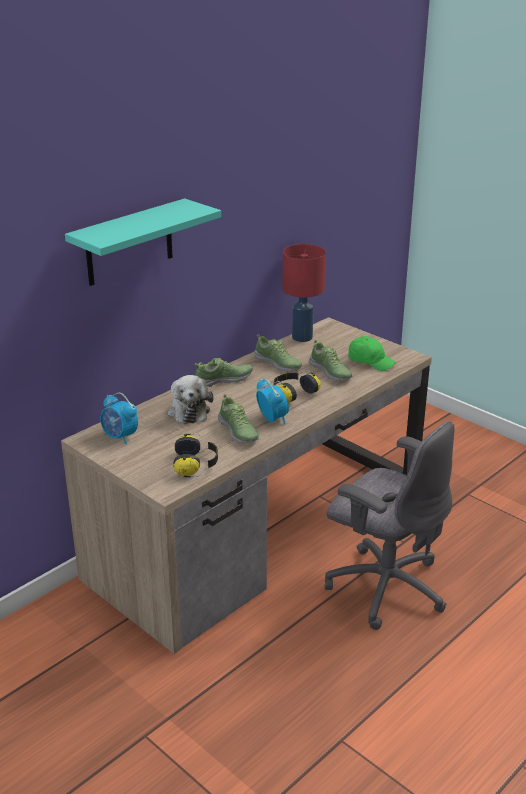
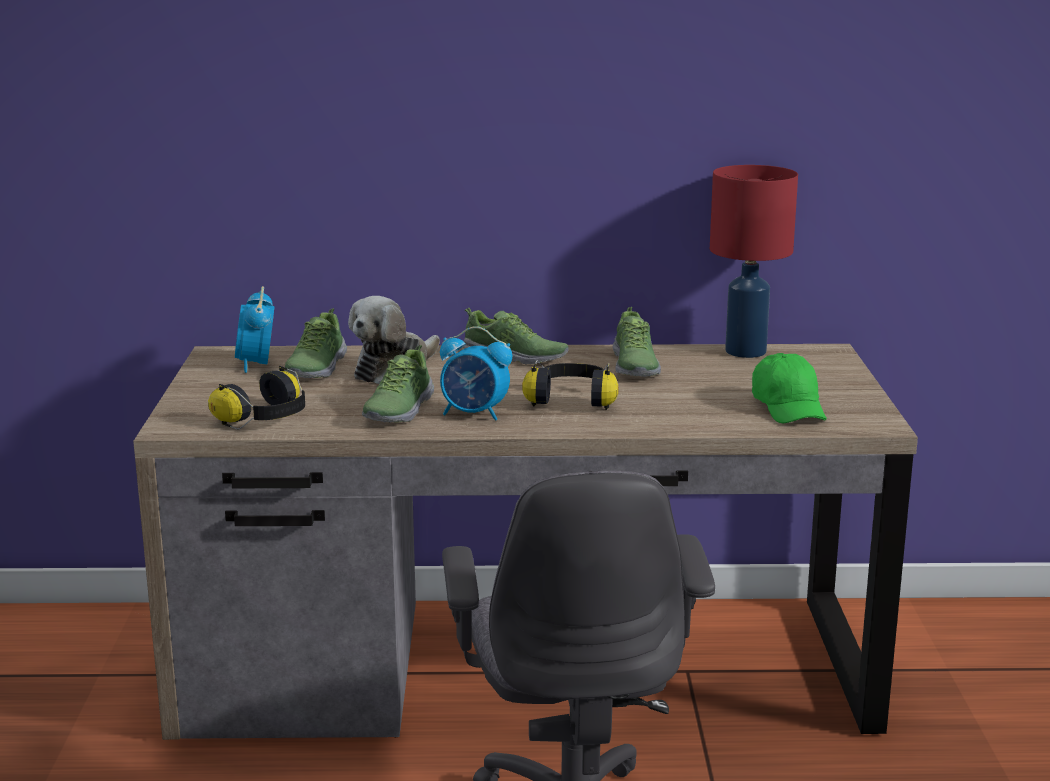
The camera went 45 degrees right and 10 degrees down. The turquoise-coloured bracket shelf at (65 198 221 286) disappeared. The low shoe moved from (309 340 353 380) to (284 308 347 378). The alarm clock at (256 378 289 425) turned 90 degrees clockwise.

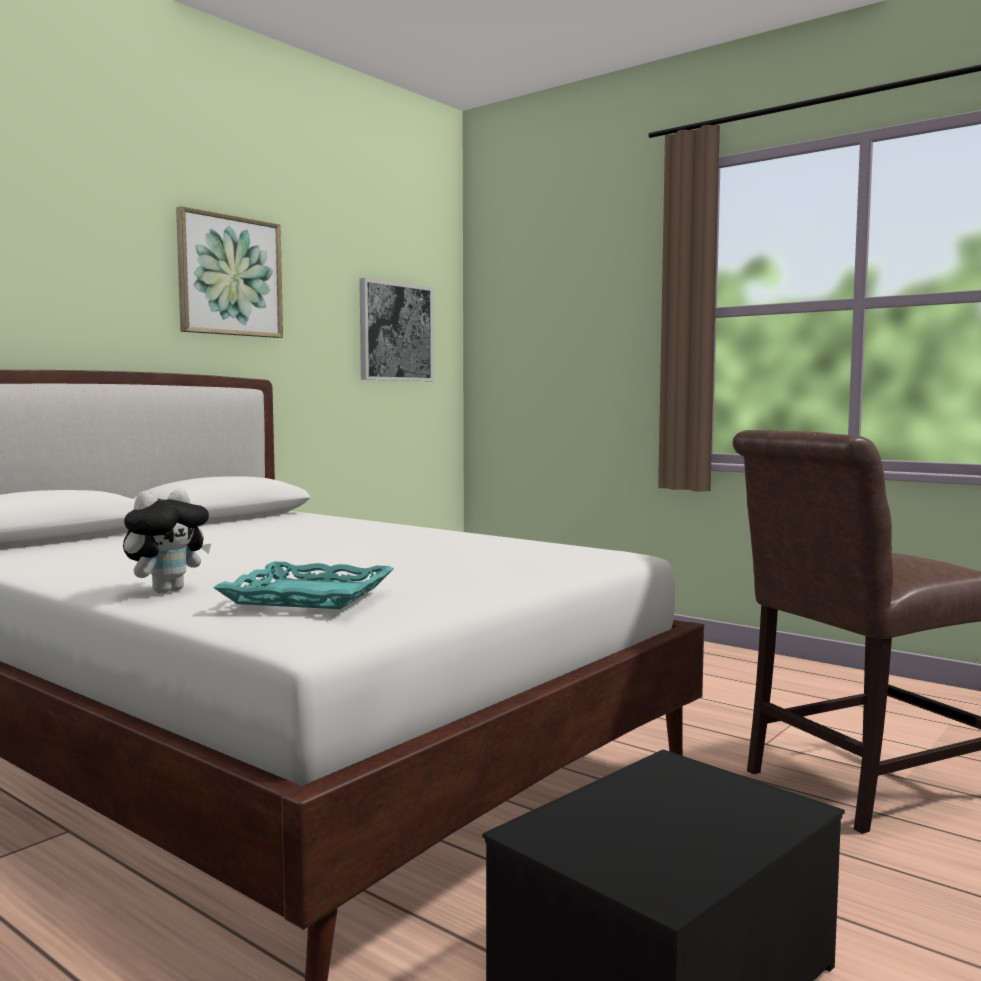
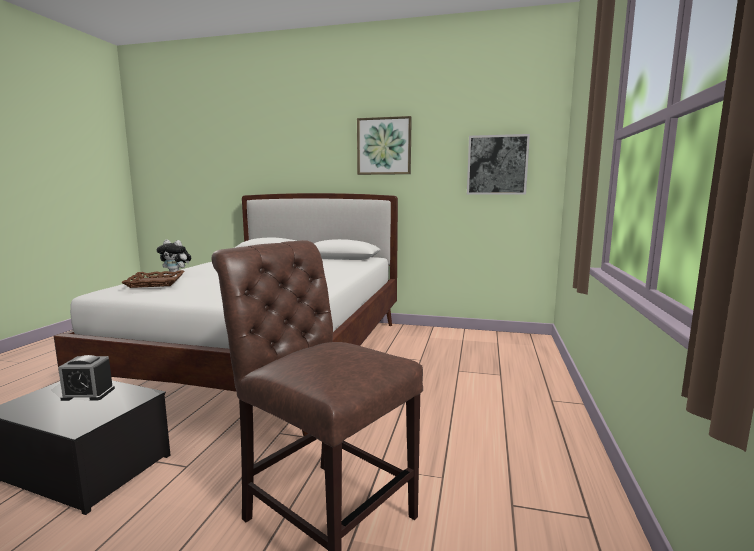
The camera went 65 degrees right and 5 degrees up. The alarm clock at (58 355 115 401) appeared. The turquoise-coloured serving tray at (213 561 394 609) became the brown serving tray at (121 270 185 288).

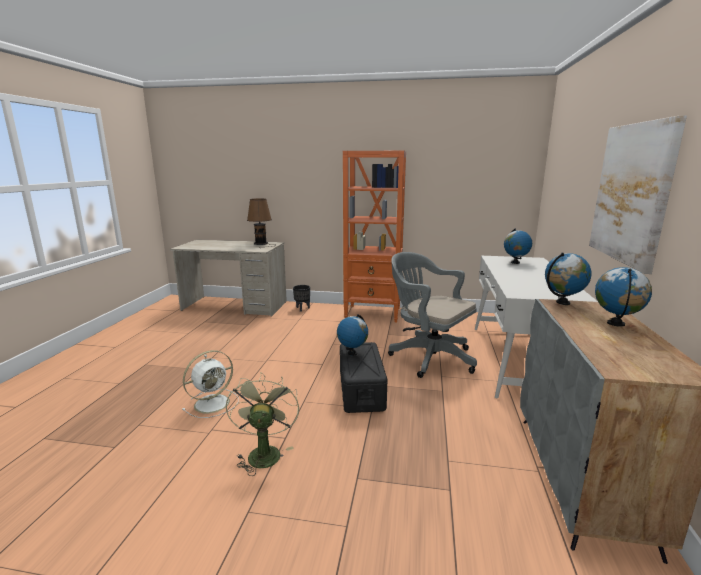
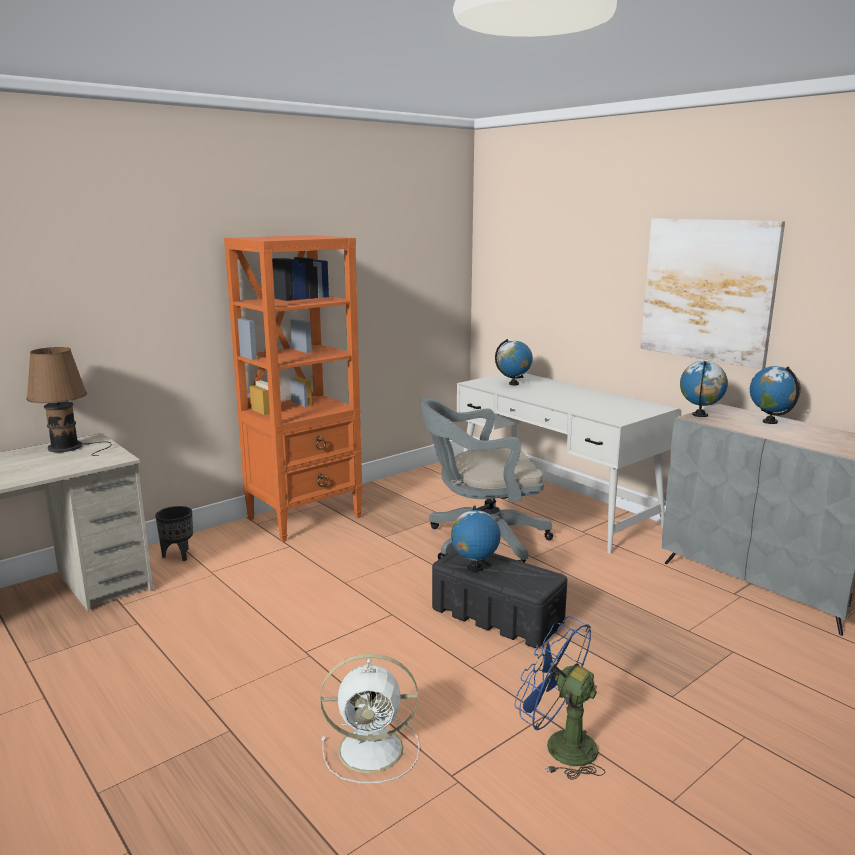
The camera went 50 degrees left and 0 degrees up. The green-coloured cooling fan at (226 372 299 476) became the blue-coloured cooling fan at (515 616 606 780). The white-coloured cooling fan at (182 350 238 418) turned 90 degrees clockwise.

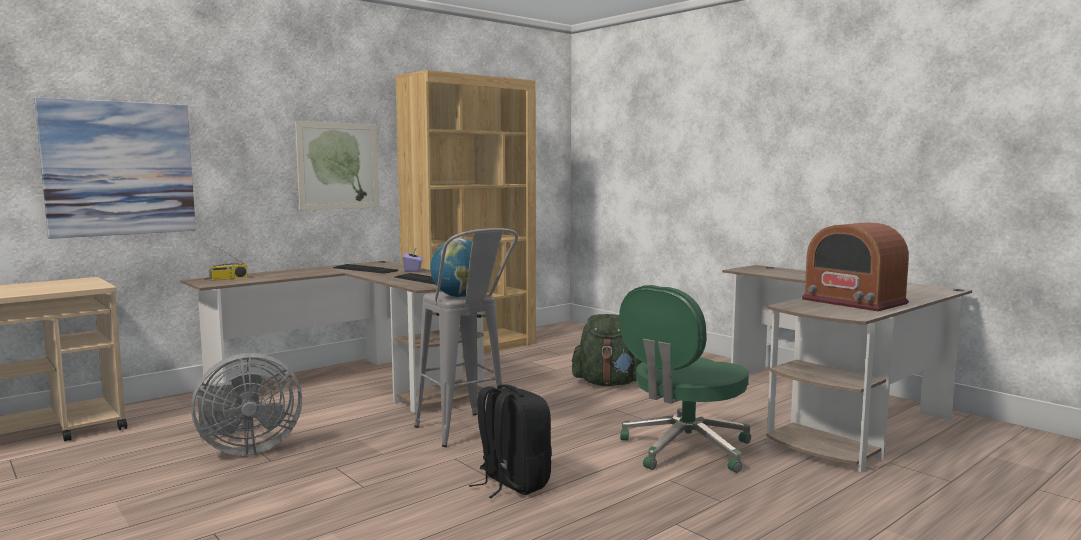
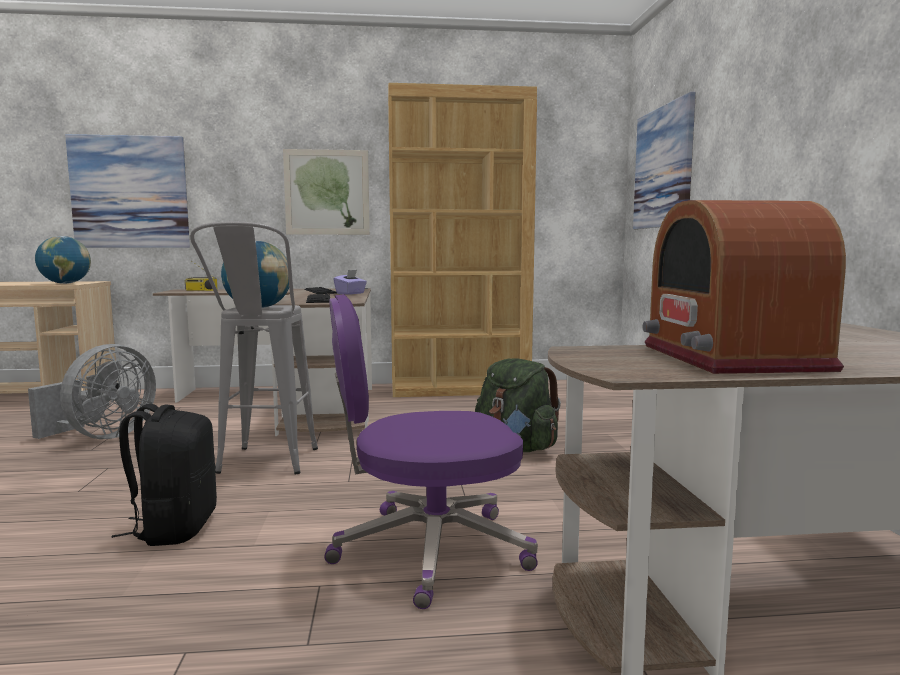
The camera went 35 degrees right and 0 degrees up. The globe at (35 236 91 284) appeared. The wall art at (633 92 696 229) appeared. The green-coloured office chair at (619 285 751 473) became the purple office chair at (324 294 538 609). The greyish cooling fan at (191 353 302 455) turned 75 degrees counterclockwise.

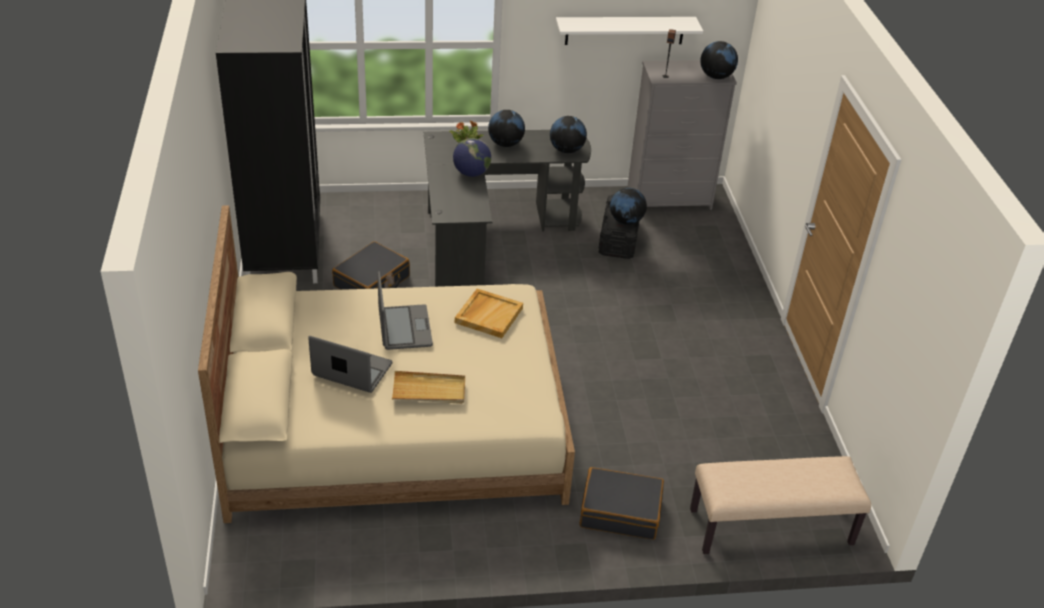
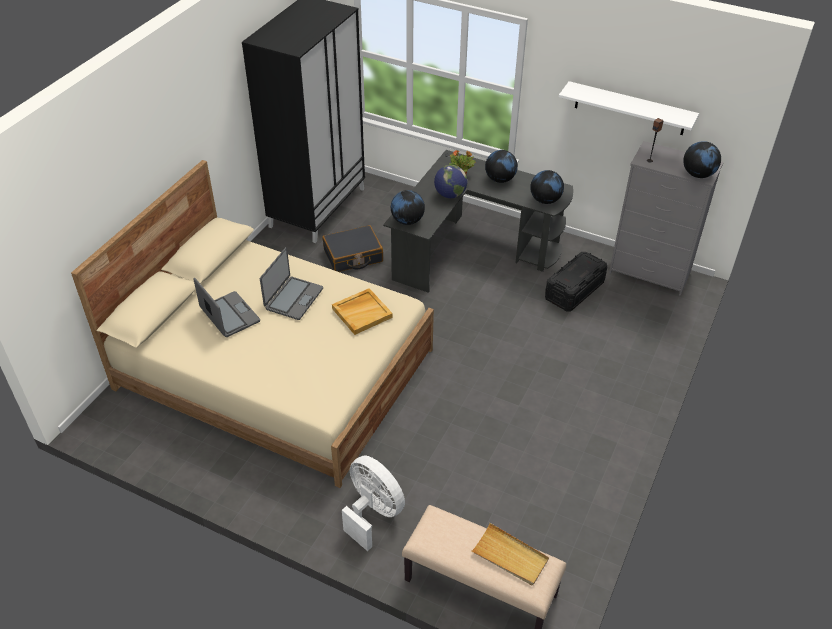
The camera went 35 degrees right and 5 degrees up. The beige-coloured serving tray moved from (392 371 465 404) to (471 523 549 585). The globe moved from (610 188 647 225) to (391 190 425 225). The black-coloured suitcase at (579 467 664 540) was replaced by the white-coloured cooling fan at (342 456 405 551).

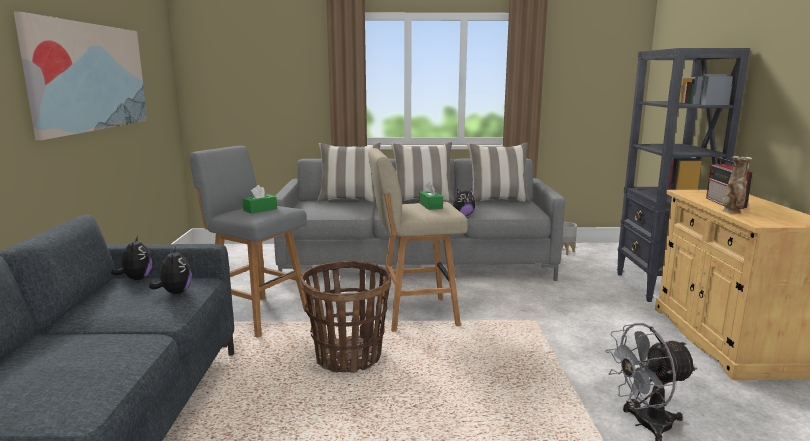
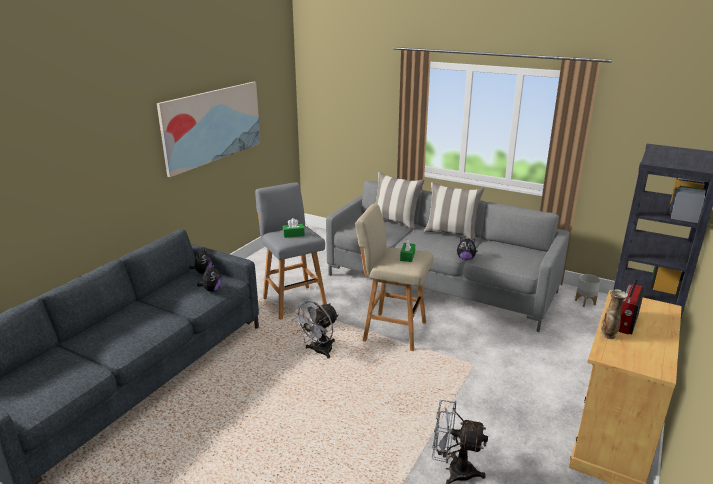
The camera went 30 degrees right and 10 degrees up. The cushion at (467 142 531 203) disappeared. The storage basket at (300 261 391 373) was replaced by the greyish cooling fan at (292 301 339 359).

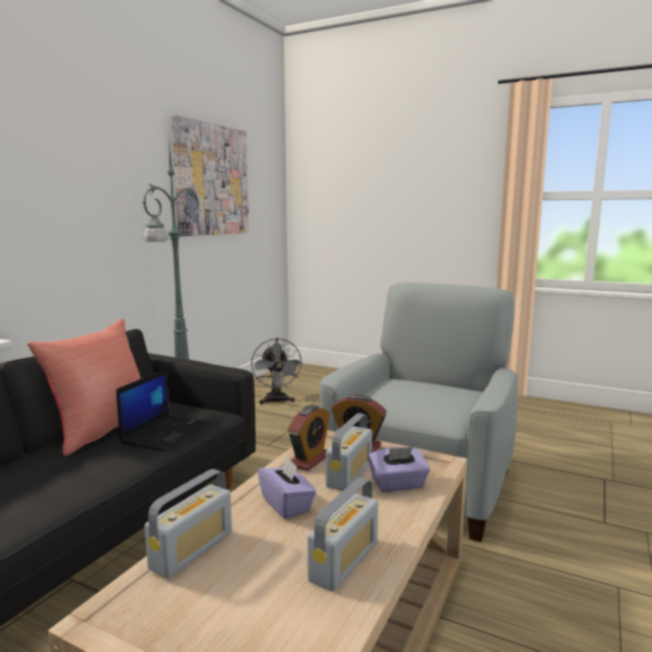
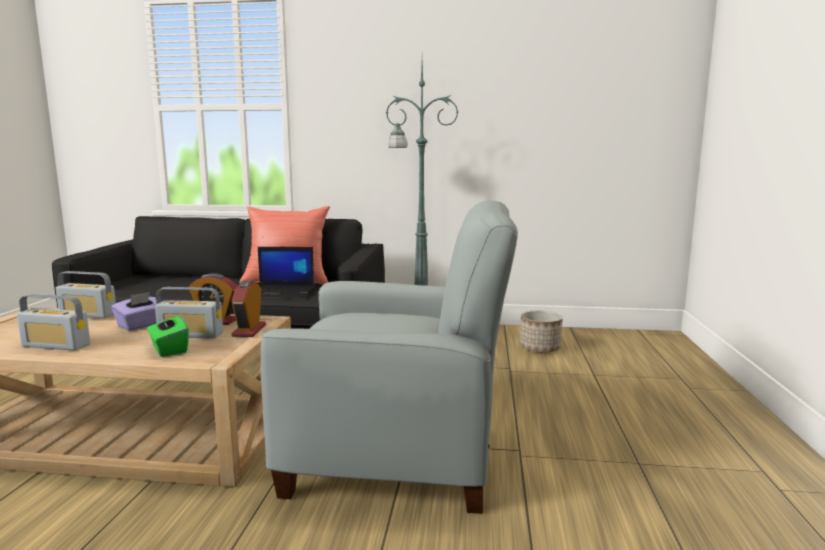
The camera went 70 degrees right and 0 degrees up. The wall art at (171 115 249 236) disappeared. The greyish cooling fan at (251 338 303 404) was replaced by the flower pot at (520 310 563 353). The purple tissue holder at (368 447 430 492) became the green-coloured tissue holder at (147 311 189 357).

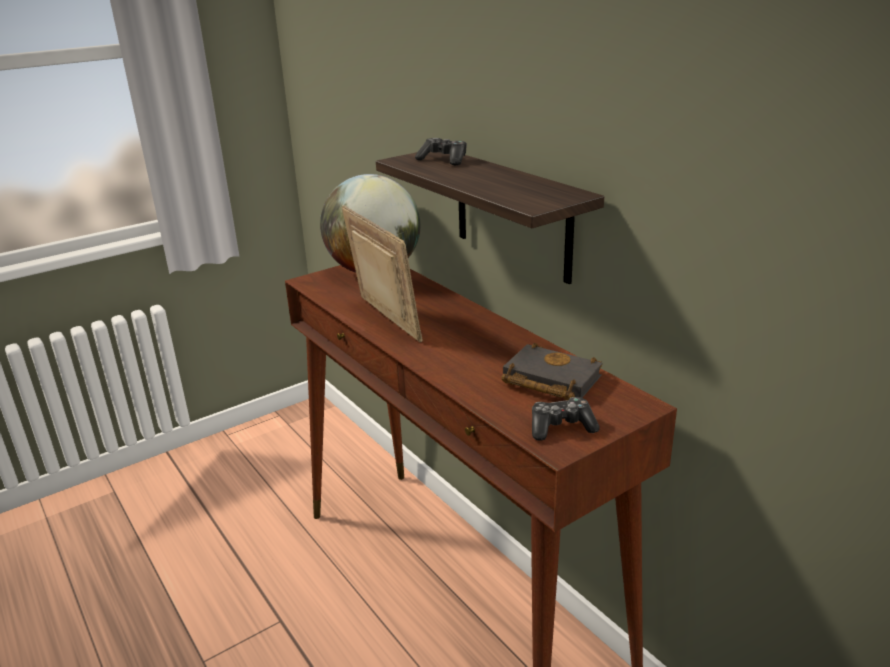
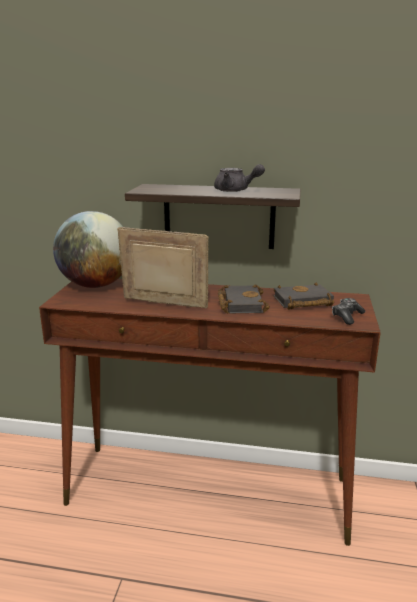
The camera went 45 degrees left and 5 degrees down. The joypad at (415 138 467 166) disappeared. The greyish pot for tea at (214 164 265 192) appeared. The black-coloured book at (218 284 270 314) appeared.

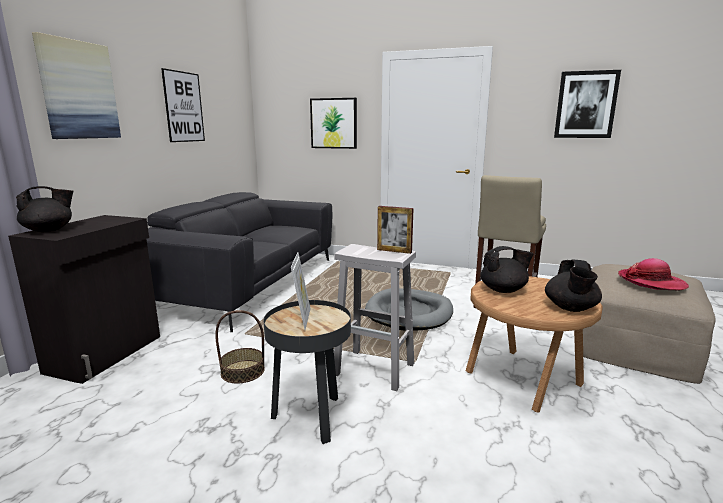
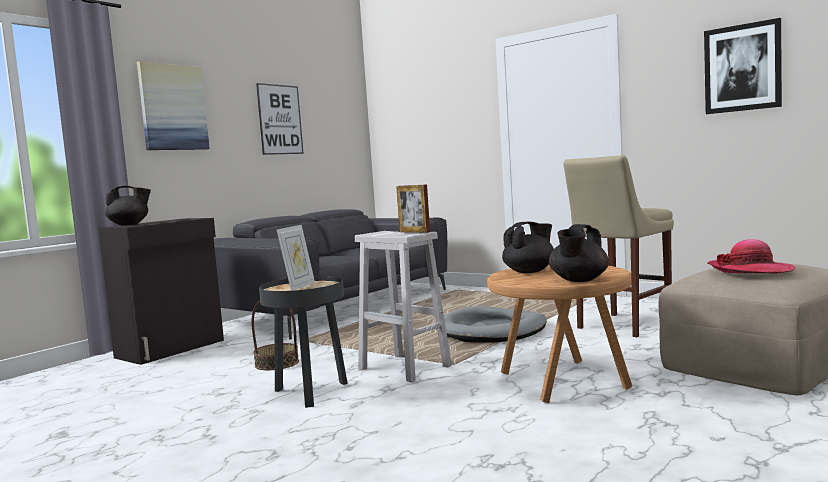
The camera went 20 degrees right and 10 degrees down. The wall art at (310 98 357 149) disappeared. The black-coloured pot for tea at (481 246 534 293) turned 45 degrees counterclockwise.

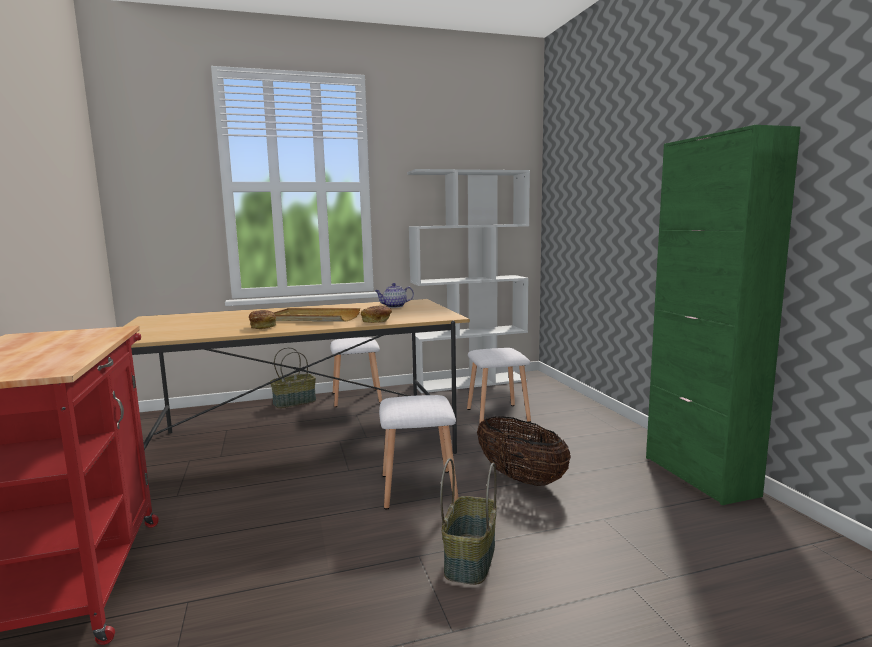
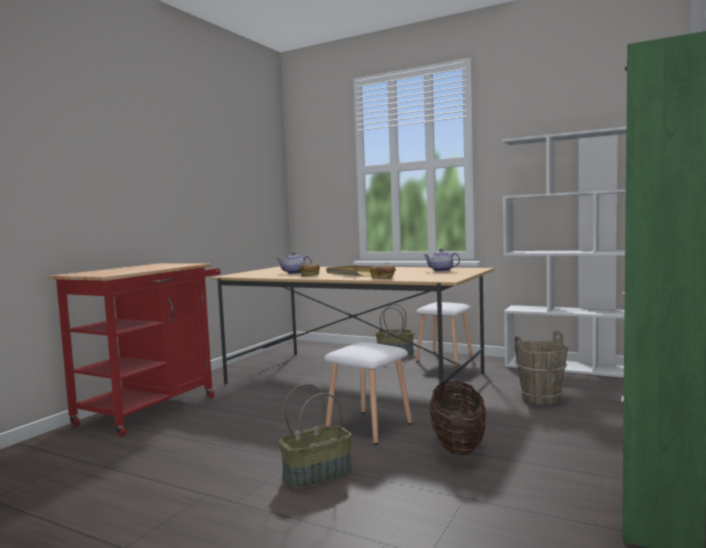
The camera went 45 degrees right and 5 degrees down. The pot for tea at (277 252 312 274) appeared. The white-coloured stool at (467 348 531 424) was replaced by the brown pail at (514 331 568 405).

